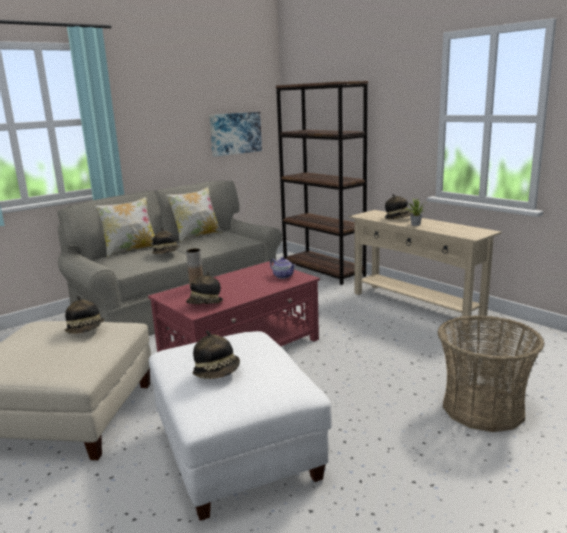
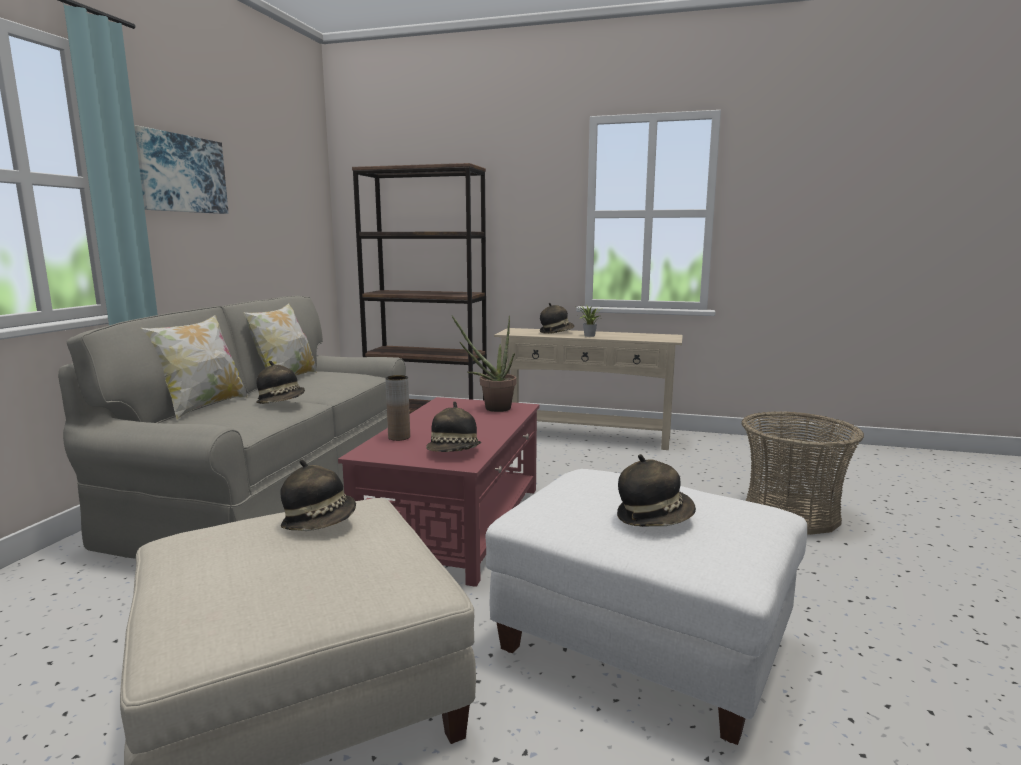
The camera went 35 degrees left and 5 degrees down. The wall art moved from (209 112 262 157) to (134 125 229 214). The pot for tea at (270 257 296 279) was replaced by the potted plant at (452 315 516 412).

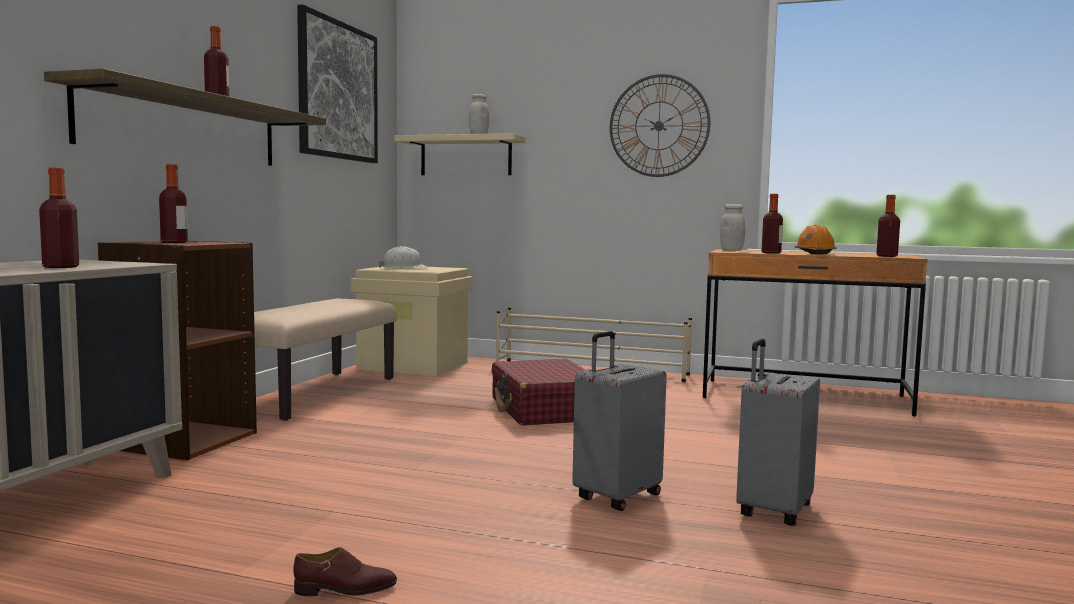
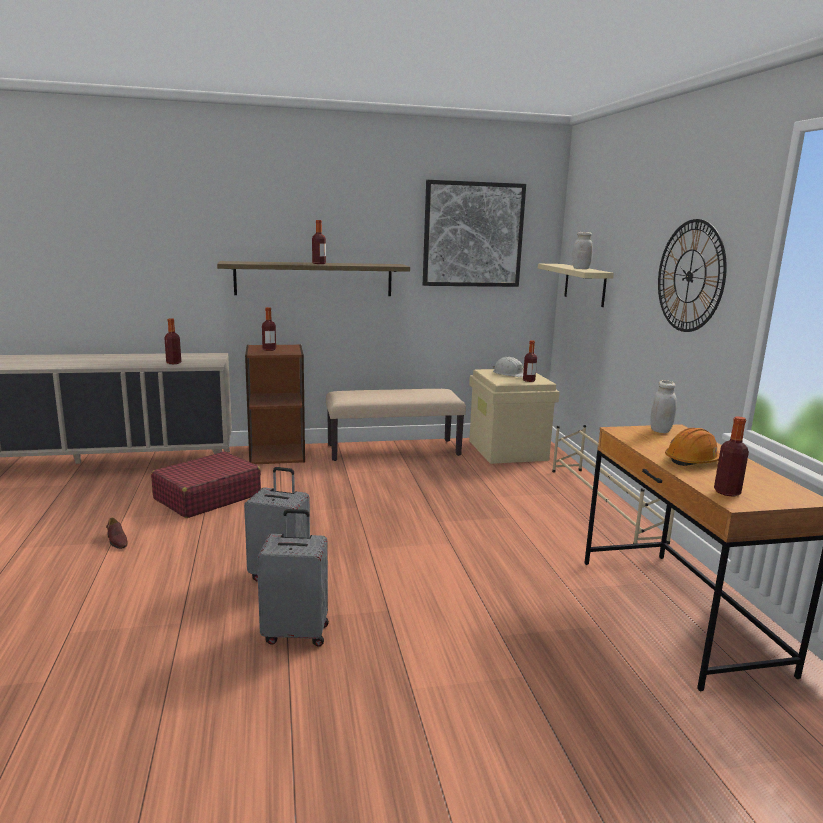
The camera went 60 degrees right and 10 degrees up. The red-coloured suitcase moved from (492 358 586 426) to (151 451 261 518). The beverage bottle moved from (762 194 783 254) to (523 340 537 382).

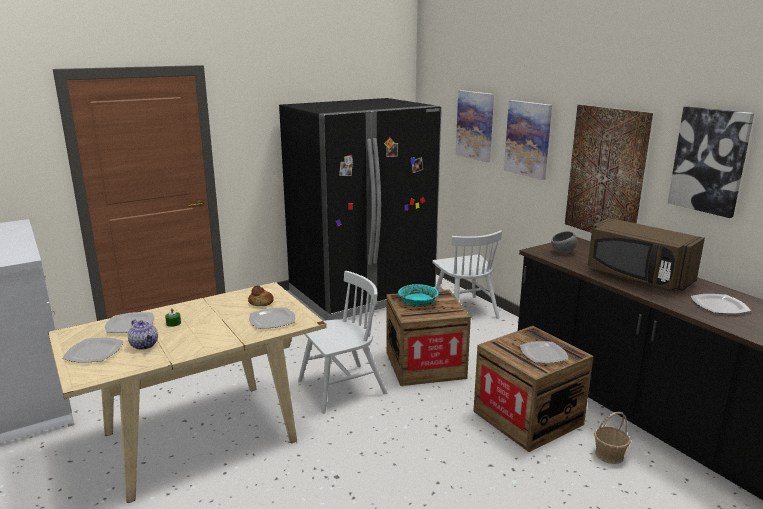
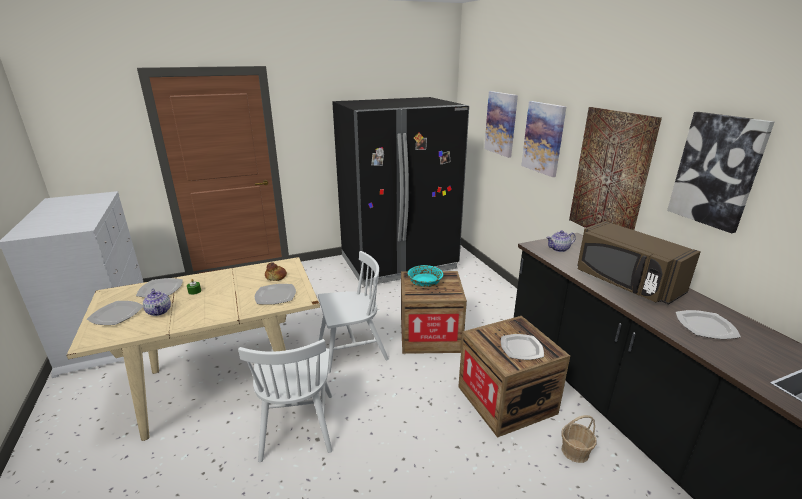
The camera went 10 degrees right and 5 degrees up. The white-coloured chair moved from (432 230 502 319) to (238 339 332 462). The greyish serving bowl at (551 231 577 253) was replaced by the pot for tea at (546 230 576 252).

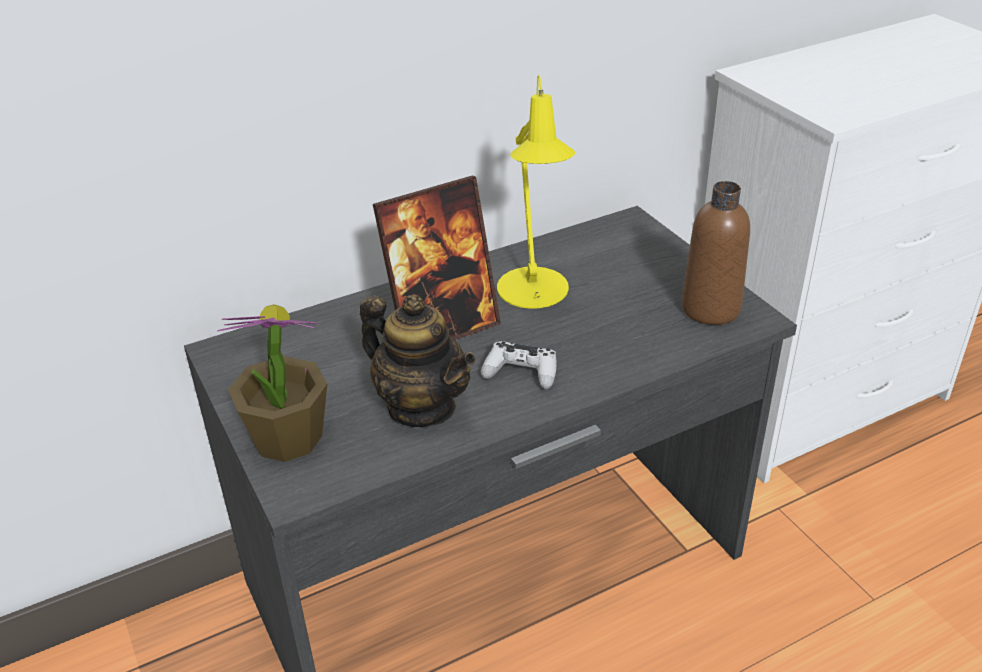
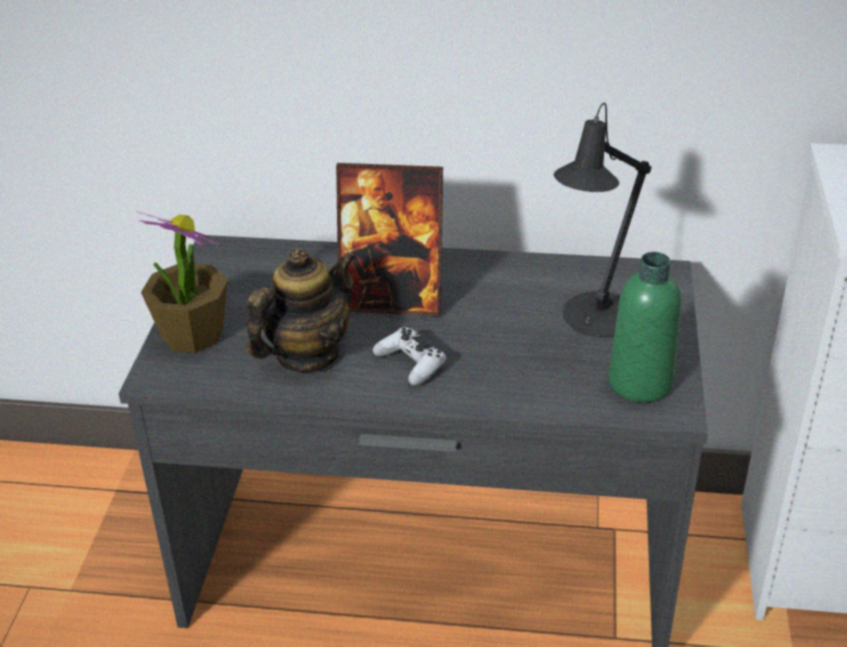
The camera went 35 degrees right and 0 degrees up. The yellowish tabletop lamp at (497 75 575 309) disappeared. The black-coloured tabletop lamp at (554 103 651 337) appeared. The brown beverage bottle at (681 181 750 325) became the green-coloured beverage bottle at (609 252 681 402). The pot for tea at (360 295 475 427) turned 120 degrees counterclockwise.

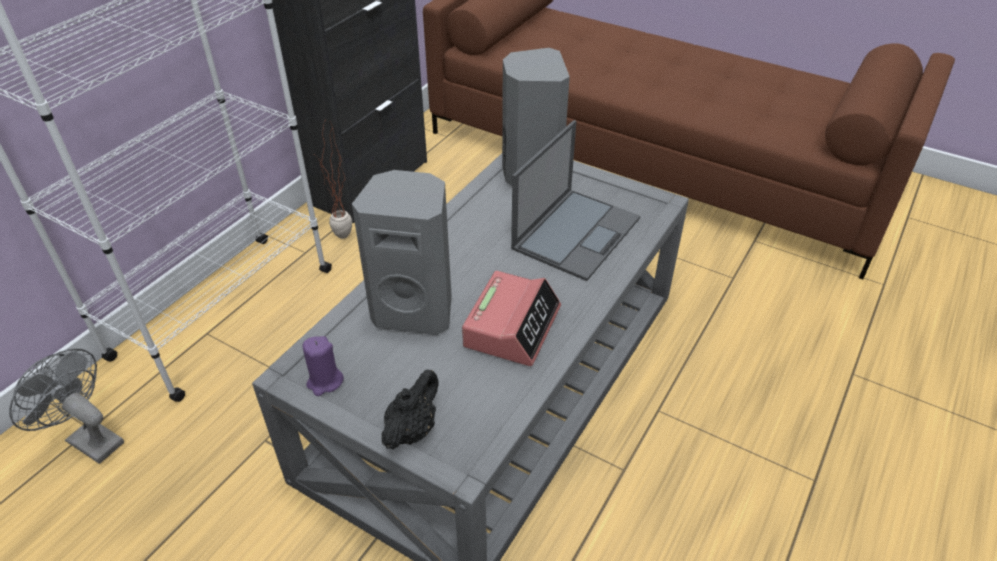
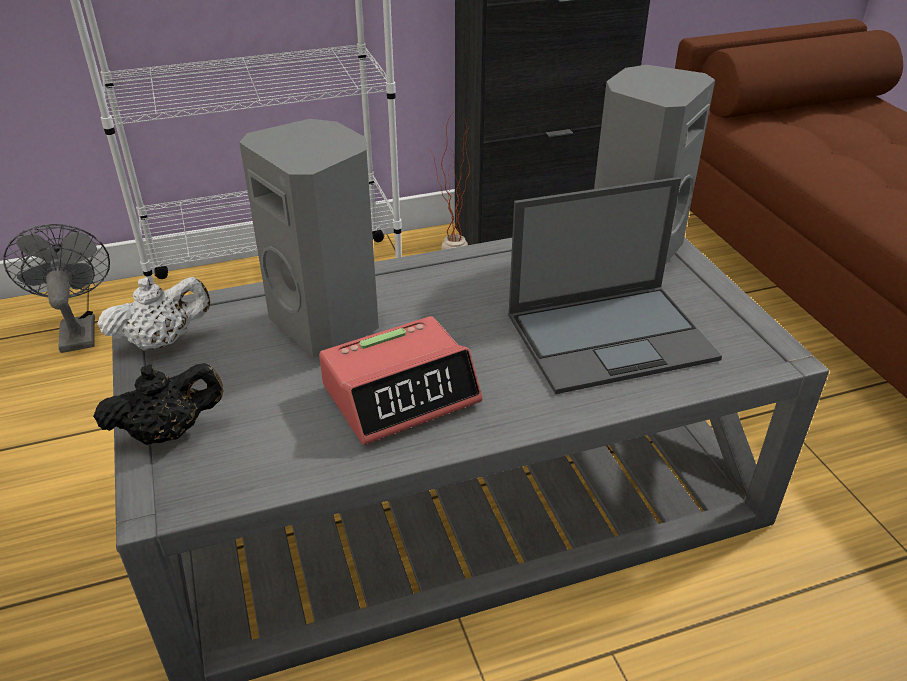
The camera went 40 degrees right and 5 degrees down. The purple wax light at (303 336 344 396) was replaced by the white-coloured pot for tea at (97 277 210 351).

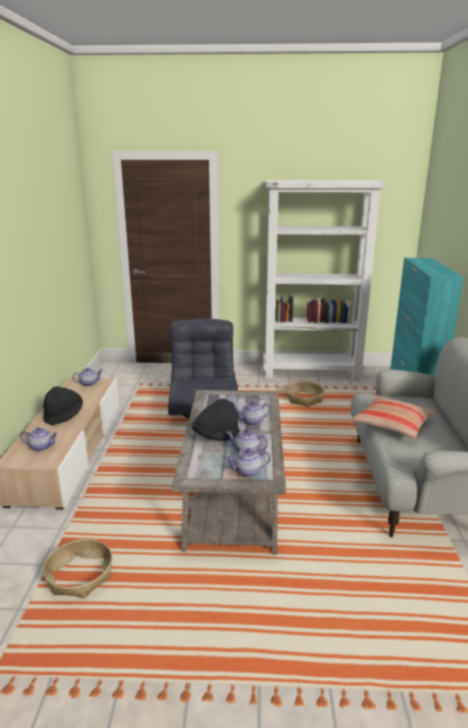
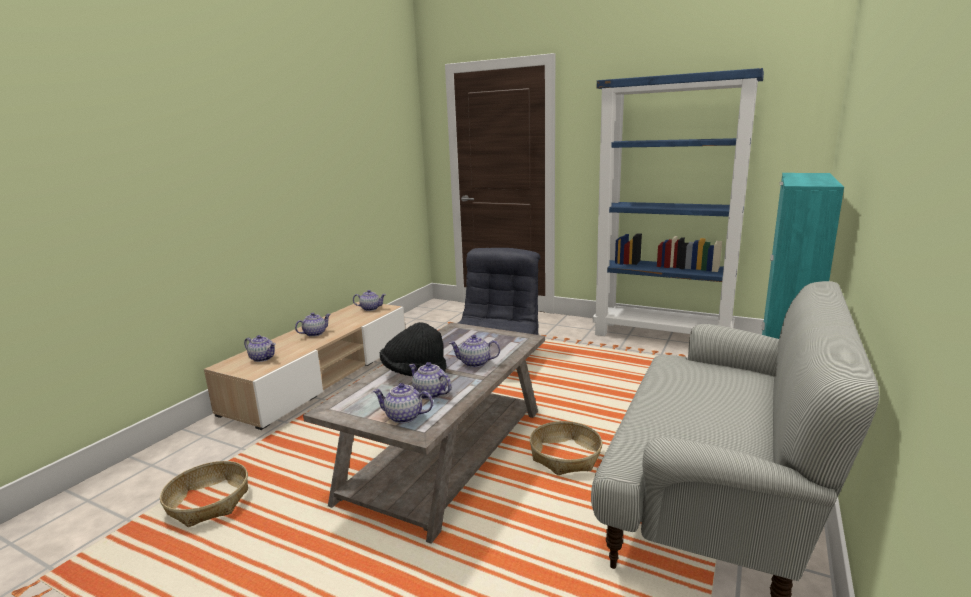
The camera went 25 degrees right and 5 degrees down. The cushion at (352 396 435 438) disappeared. The storage basket moved from (285 381 324 407) to (530 421 603 475). The black-coloured hat at (43 386 83 425) was replaced by the pot for tea at (295 313 331 337). The white-coloured bookshelf at (263 180 385 380) became the blue-coloured bookshelf at (593 68 764 336).

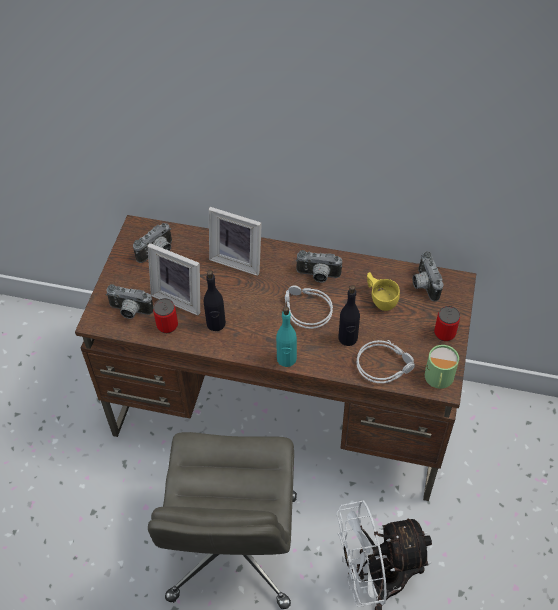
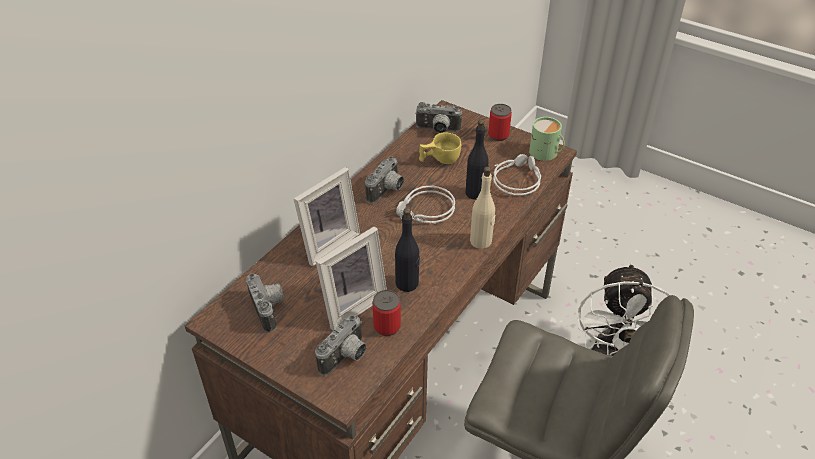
The camera went 70 degrees left and 10 degrees down. The turquoise-coloured beverage bottle at (276 306 297 367) became the beige-coloured beverage bottle at (470 166 495 249).

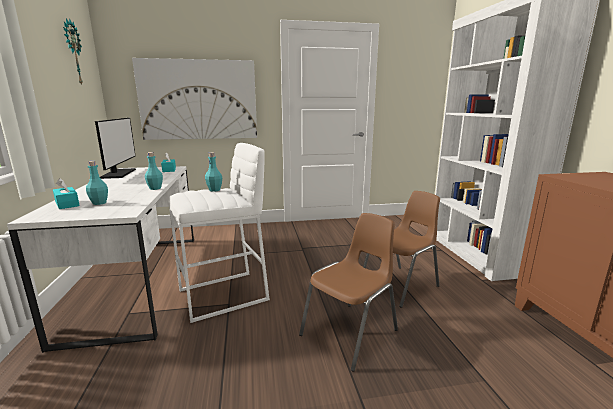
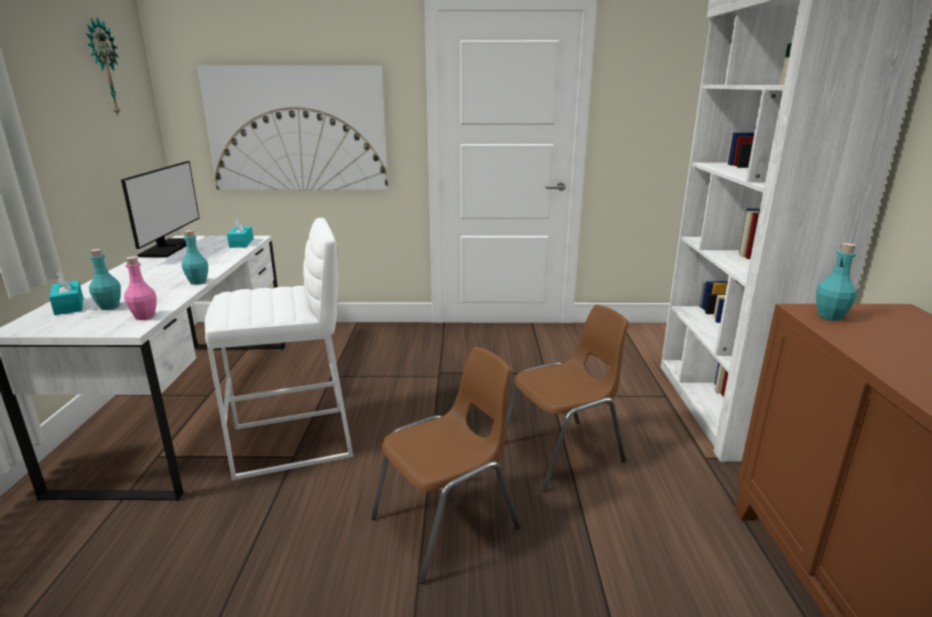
The camera went 10 degrees right and 5 degrees up. The pinkish beverage bottle at (124 256 156 320) appeared. The turquoise-coloured beverage bottle moved from (205 152 222 192) to (816 243 857 321).

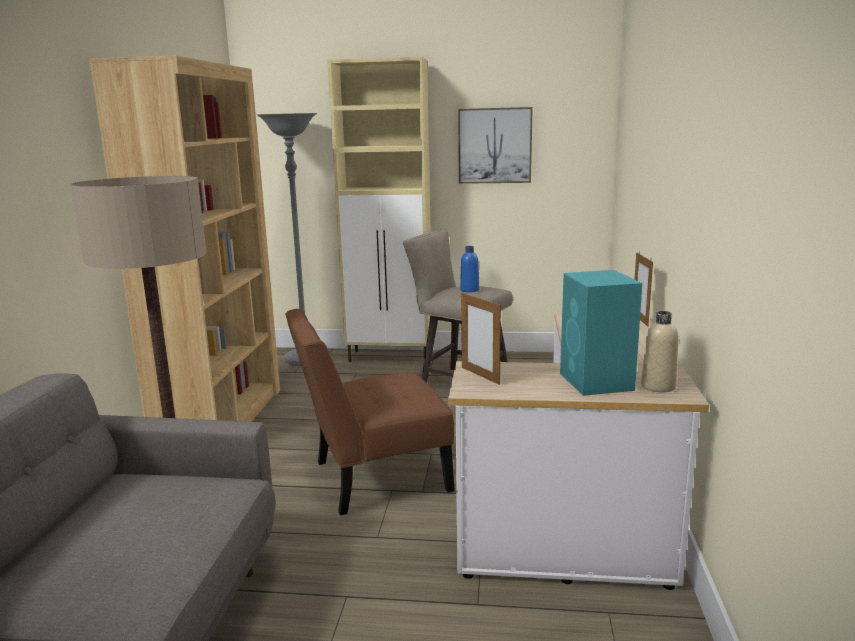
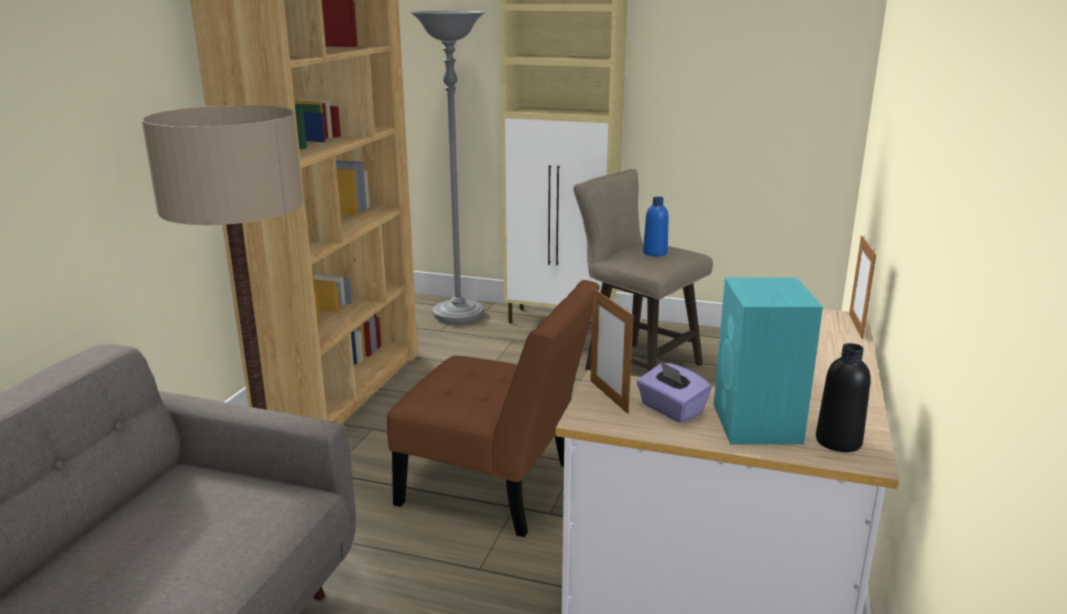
The camera went 10 degrees right and 5 degrees up. The wall art at (458 107 533 184) disappeared. The purple tissue holder at (636 361 712 423) appeared. The beige-coloured beverage bottle at (641 311 678 392) became the black-coloured beverage bottle at (816 343 871 452). The brown chair at (285 309 455 515) turned 150 degrees counterclockwise.

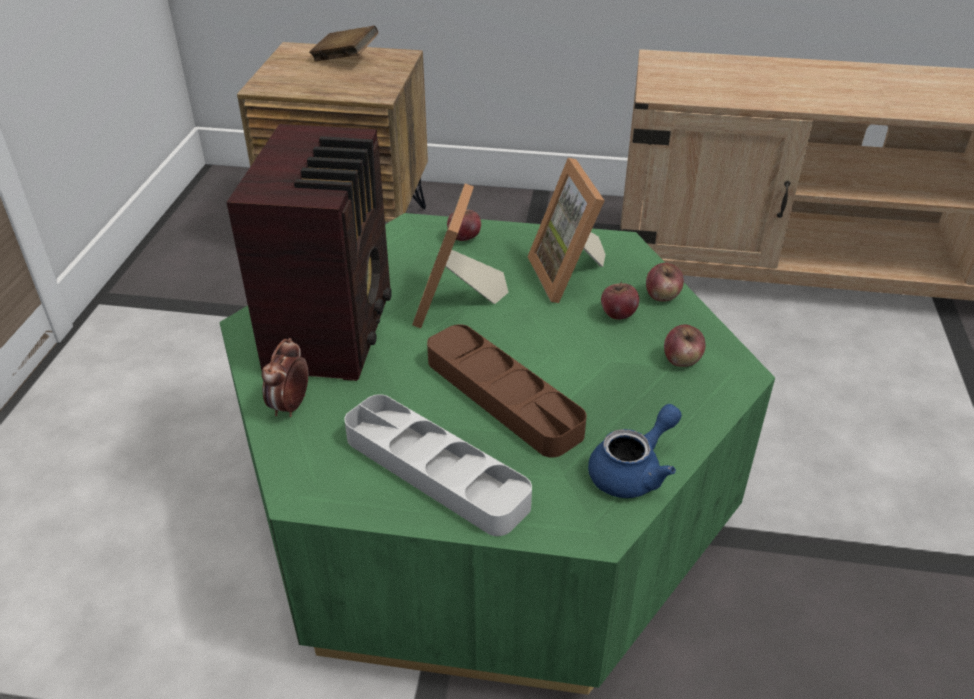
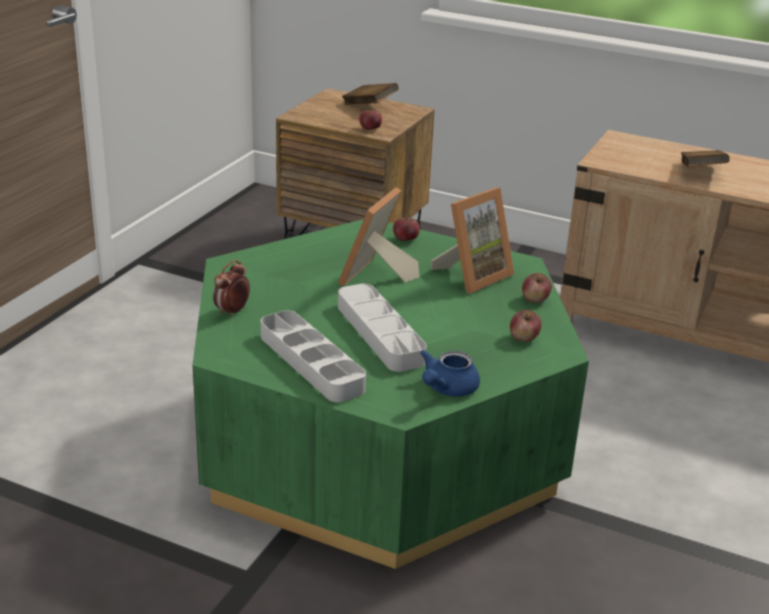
The camera went 15 degrees right and 10 degrees down. The radio receiver at (227 124 392 381) disappeared. The brown book at (681 150 730 167) appeared. The apple fruit moved from (601 281 639 320) to (359 107 382 130). The brown serving tray at (427 324 587 458) became the greyish serving tray at (338 284 427 372). The photo frame at (527 158 606 303) turned 135 degrees counterclockwise. The blue-coloured pot for tea at (588 404 682 498) turned 150 degrees clockwise.

